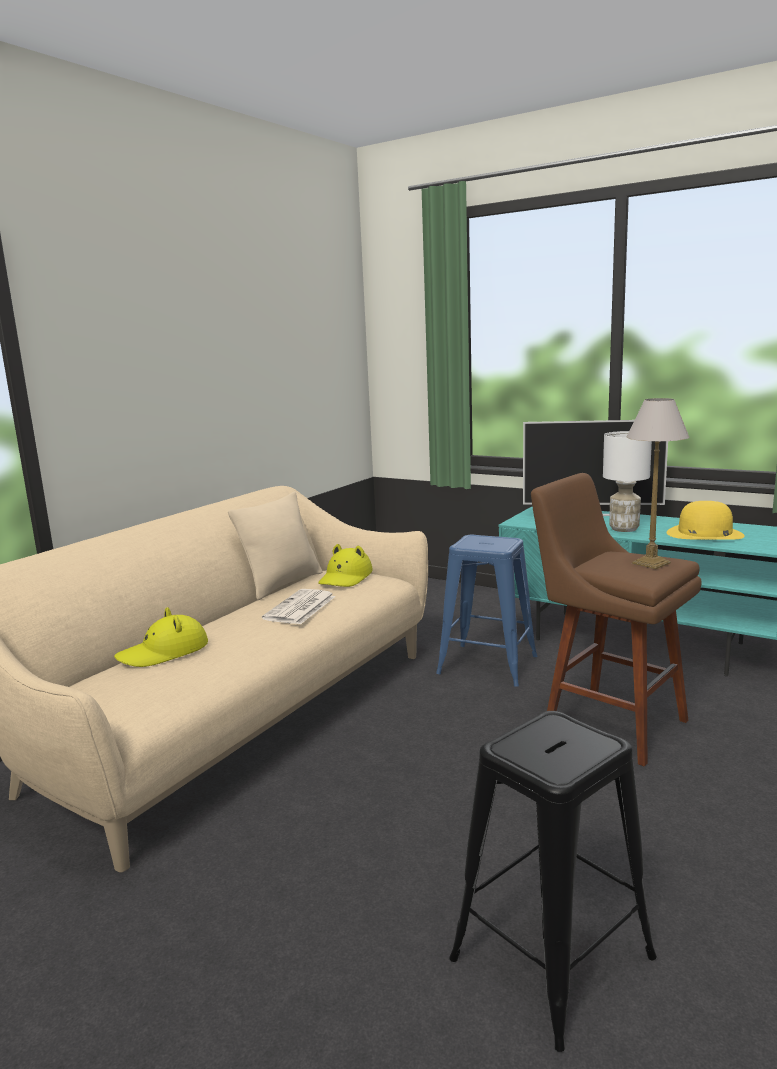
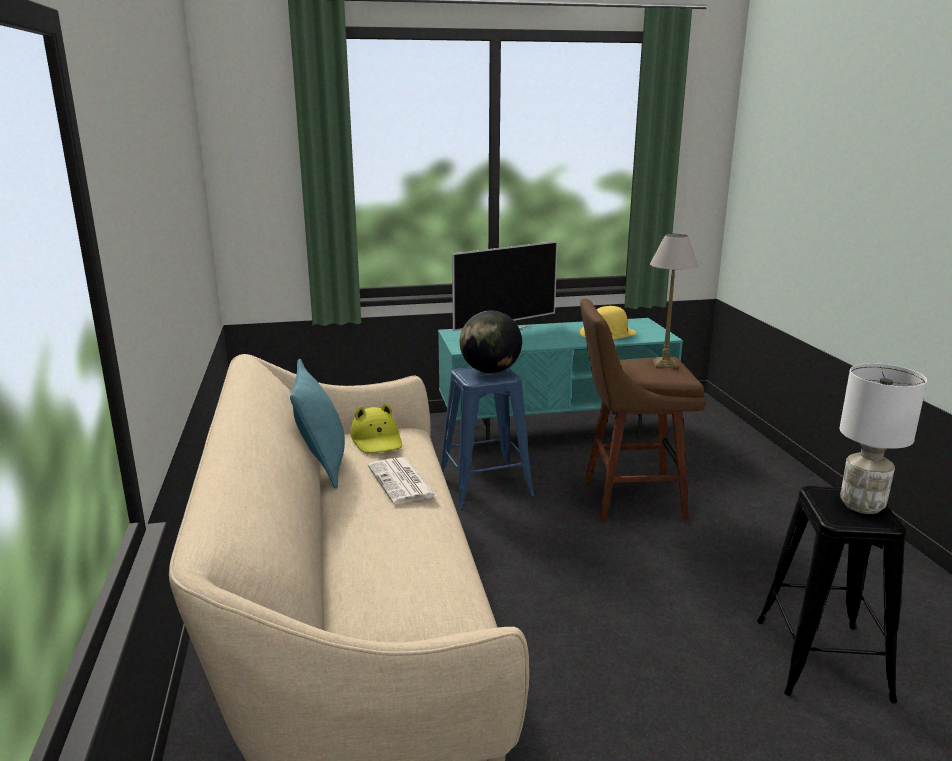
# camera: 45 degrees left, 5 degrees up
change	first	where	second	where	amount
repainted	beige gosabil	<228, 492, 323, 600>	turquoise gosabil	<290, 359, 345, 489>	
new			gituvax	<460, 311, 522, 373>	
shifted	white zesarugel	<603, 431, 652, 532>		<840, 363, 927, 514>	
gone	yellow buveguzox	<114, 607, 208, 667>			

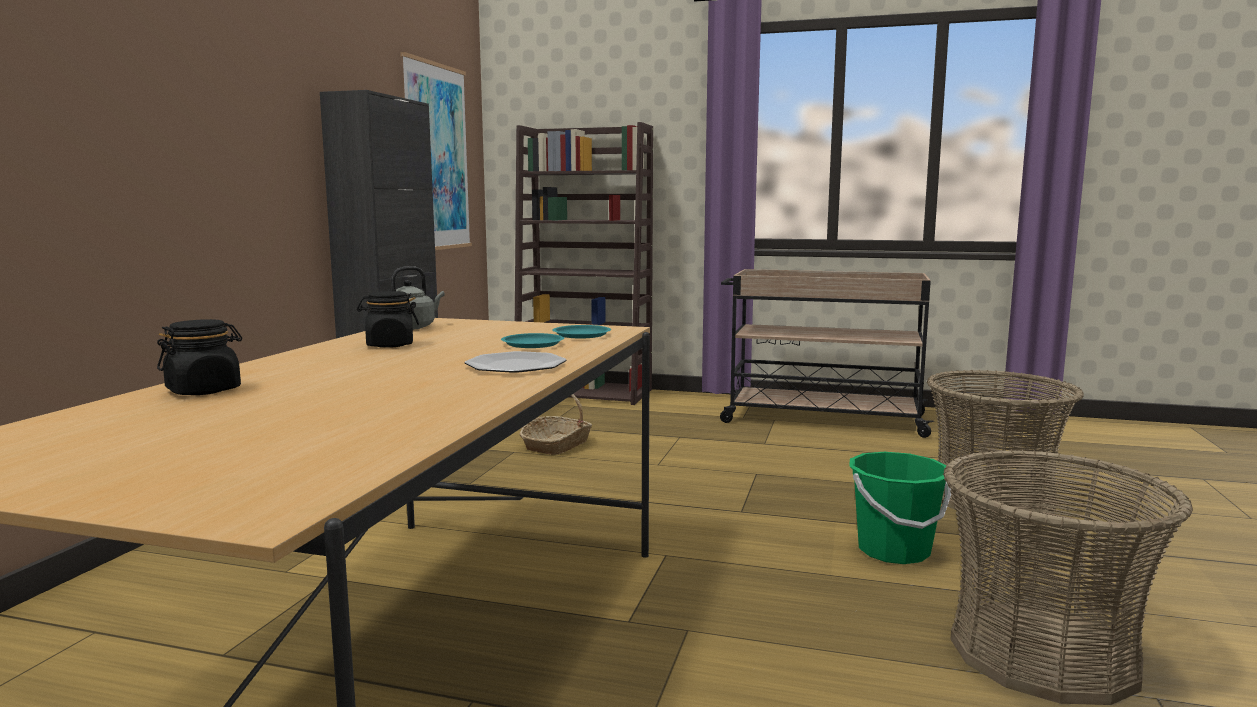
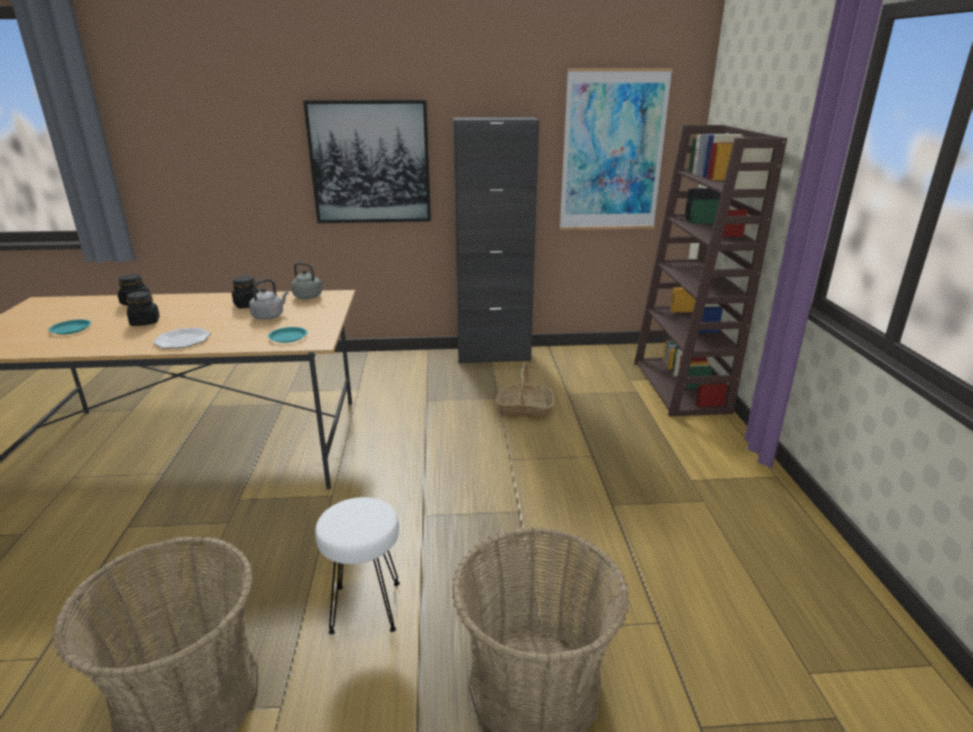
# camera: 70 degrees right, 15 degrees up
change	first	where	second	where	amount
shifted	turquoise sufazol	<501, 333, 564, 348>		<49, 319, 91, 334>	
new			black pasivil	<126, 291, 160, 326>	
new			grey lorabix	<249, 279, 289, 320>	
new			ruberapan	<303, 100, 431, 223>	
swapped	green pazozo	<849, 452, 951, 564>	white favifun	<315, 497, 400, 635>	
gone	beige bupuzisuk	<720, 269, 934, 438>			

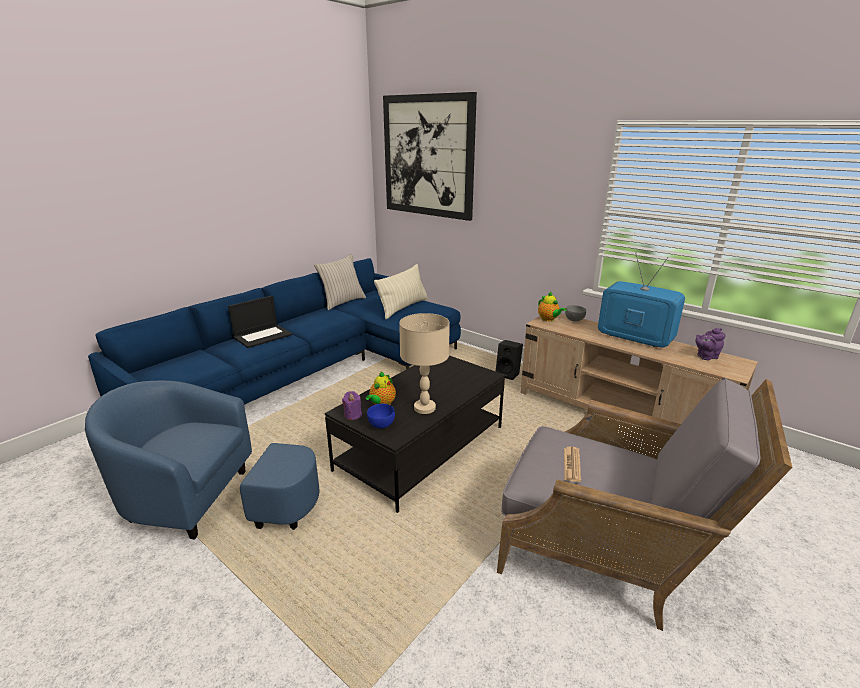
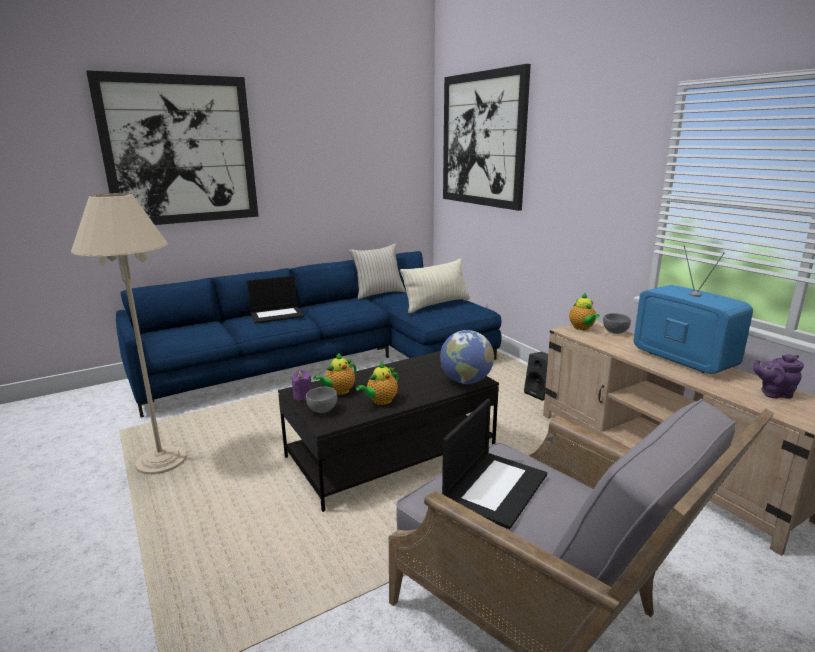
# camera: 20 degrees right, 5 degrees down
change	first	where	second	where	amount
swapped	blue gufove	<85, 381, 319, 539>	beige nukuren	<71, 193, 187, 475>	
new			ruberapan	<86, 70, 258, 225>	
repainted	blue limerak	<367, 404, 395, 428>	grey limerak	<306, 387, 337, 413>	
swapped	beige zesarugel	<399, 313, 450, 414>	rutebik	<356, 362, 398, 405>	
new			gituvax	<440, 330, 494, 384>	
swapped	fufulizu	<564, 447, 581, 482>	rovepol	<442, 399, 547, 529>	

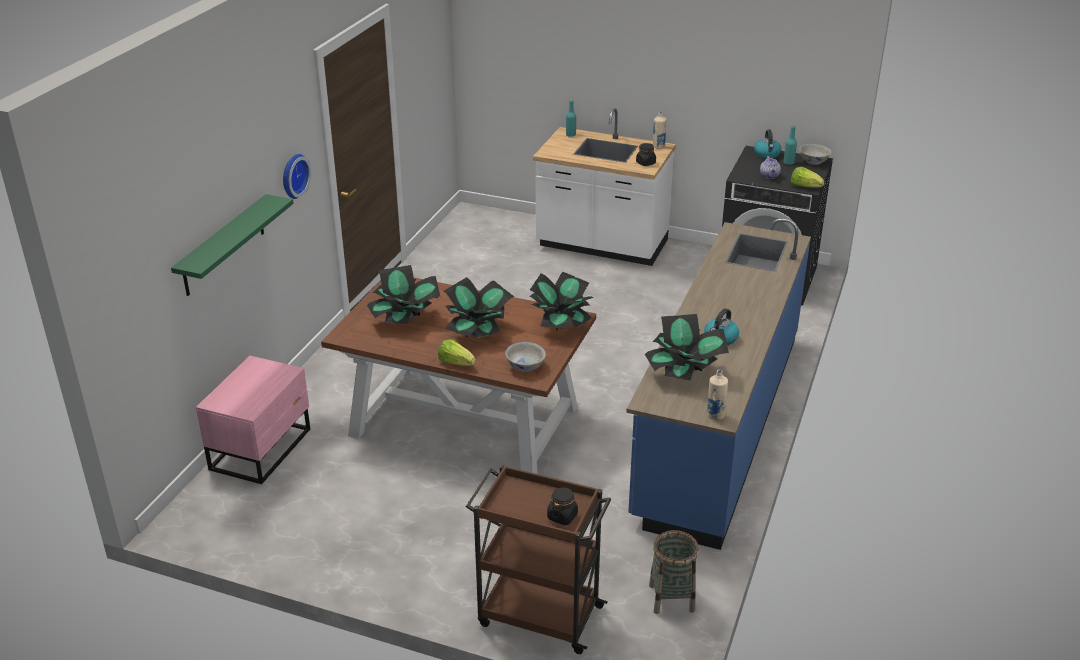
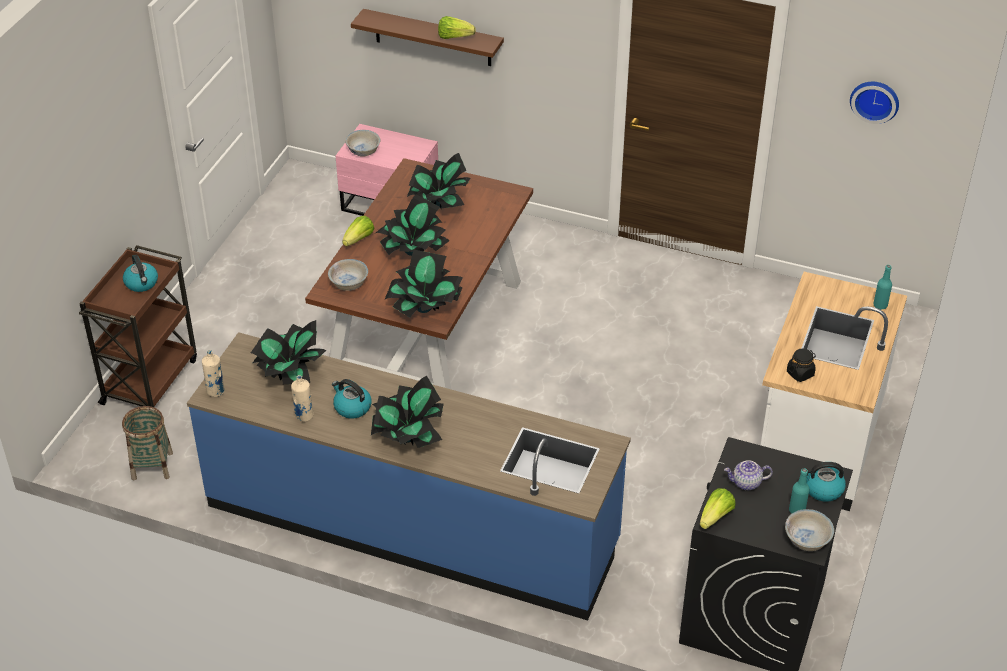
# camera: 90 degrees right, 10 degrees up
change	first	where	second	where	amount
new			lorabix	<123, 254, 158, 292>	
shifted	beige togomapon	<653, 111, 667, 149>		<291, 375, 314, 422>	
new			white limerak	<345, 130, 381, 157>	
repainted	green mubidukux	<171, 194, 294, 296>	brown mubidukux	<351, 9, 504, 66>	
new			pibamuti	<371, 376, 444, 448>	
new			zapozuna	<438, 16, 476, 39>	
shifted	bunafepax	<283, 154, 311, 199>		<850, 82, 899, 124>	
gone	black pasivil	<547, 487, 578, 525>			

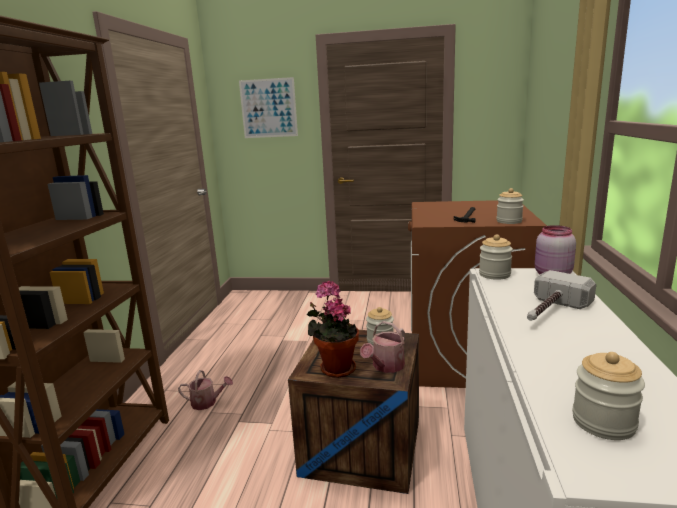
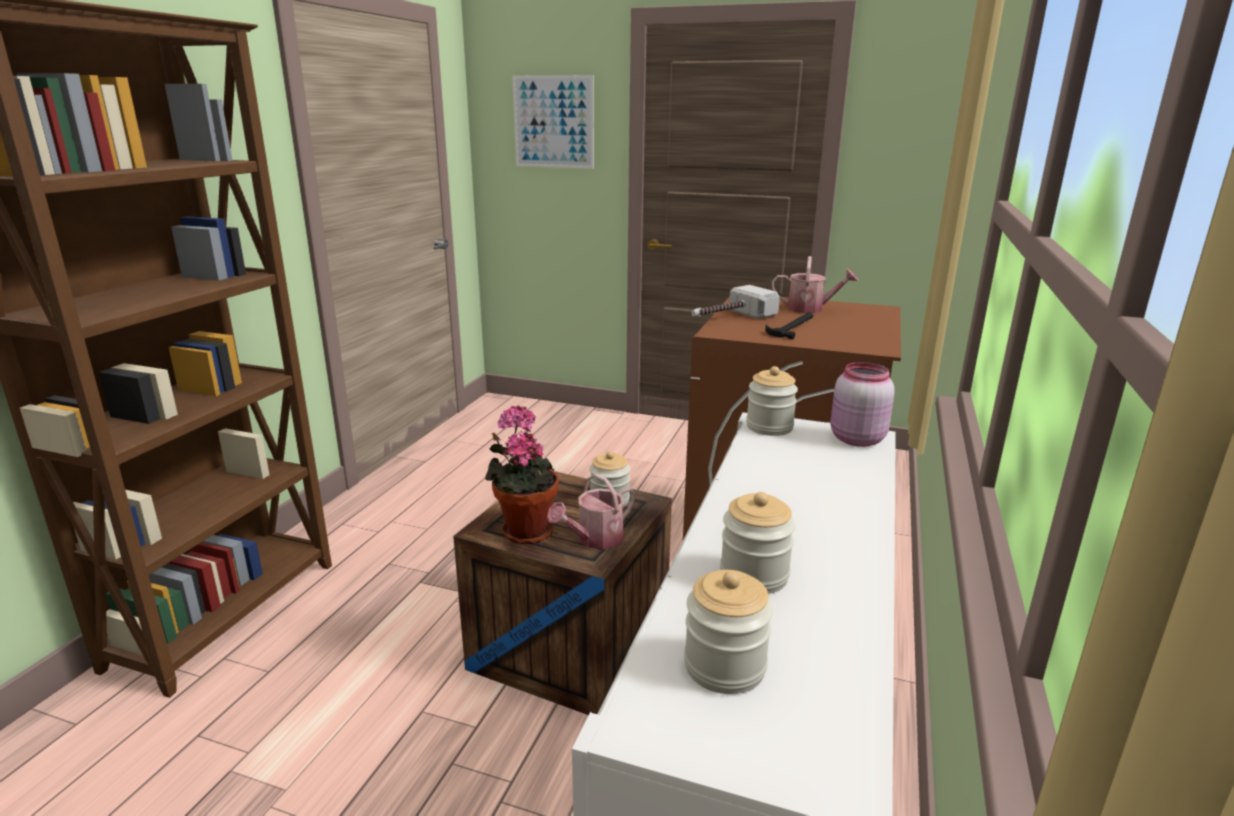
# camera: 10 degrees right, 5 degrees up
change	first	where	second	where	amount
shifted	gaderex	<527, 270, 596, 321>		<691, 285, 780, 319>	
shifted	pasivil	<496, 188, 524, 224>		<720, 492, 795, 594>	
shifted	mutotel	<178, 370, 233, 410>		<772, 256, 858, 313>	

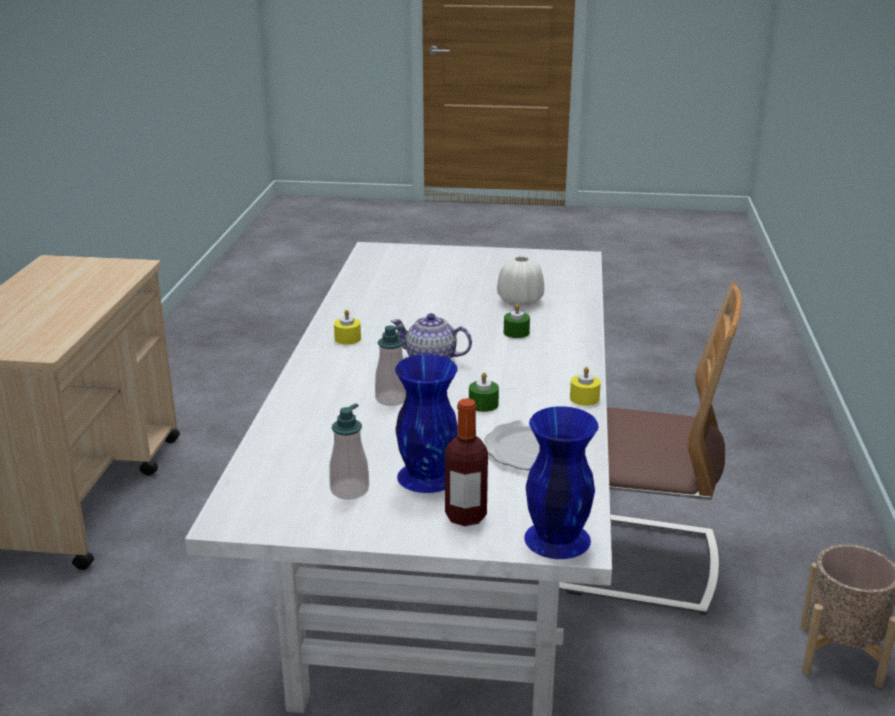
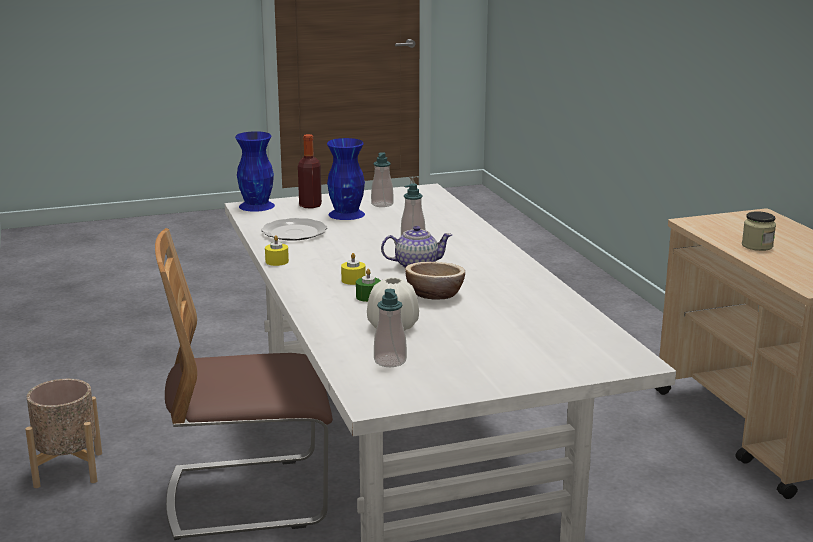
# camera: 155 degrees right, 5 degrees down
change	first	where	second	where	amount
shifted	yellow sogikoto	<334, 310, 361, 345>		<341, 253, 366, 285>	
new			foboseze	<374, 289, 407, 367>	
new			limerak	<405, 262, 465, 300>	
new			pasivil	<742, 211, 776, 251>	
gone	green sogikoto	<469, 372, 499, 412>			

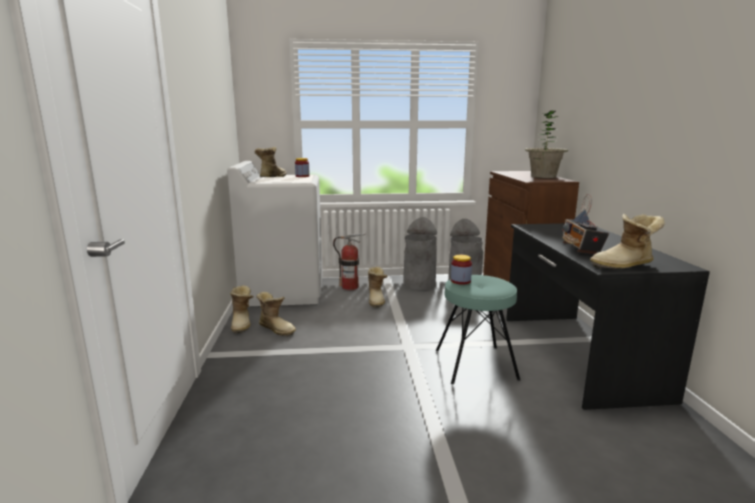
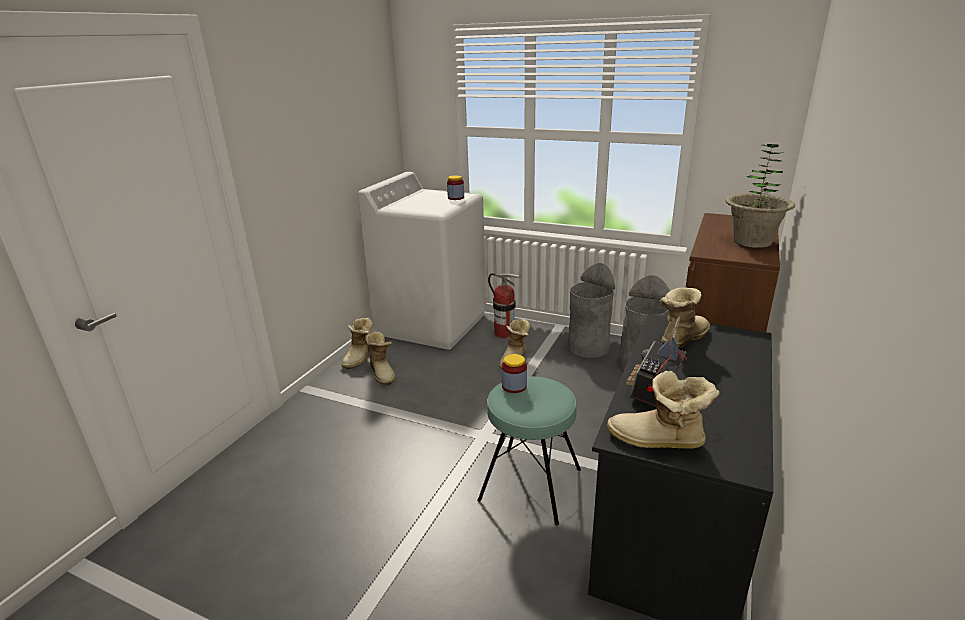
# camera: 30 degrees right, 10 degrees up
change	first	where	second	where	amount
shifted	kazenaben	<255, 147, 287, 177>		<659, 287, 710, 348>	

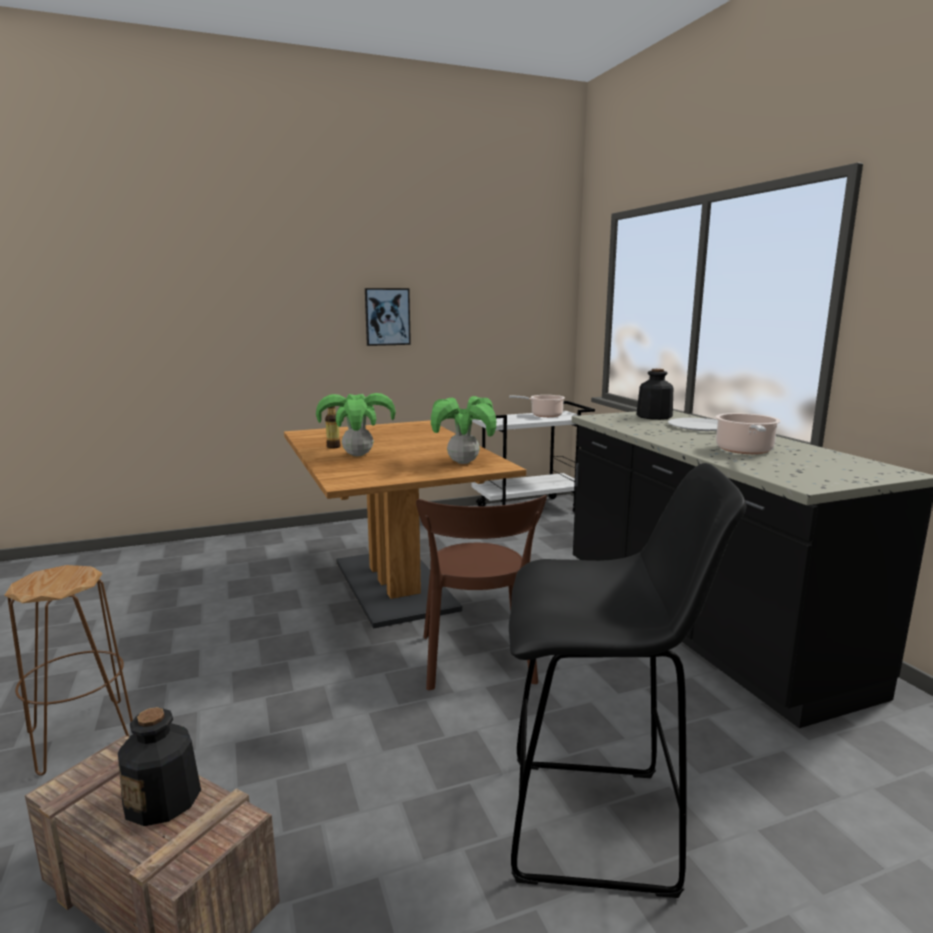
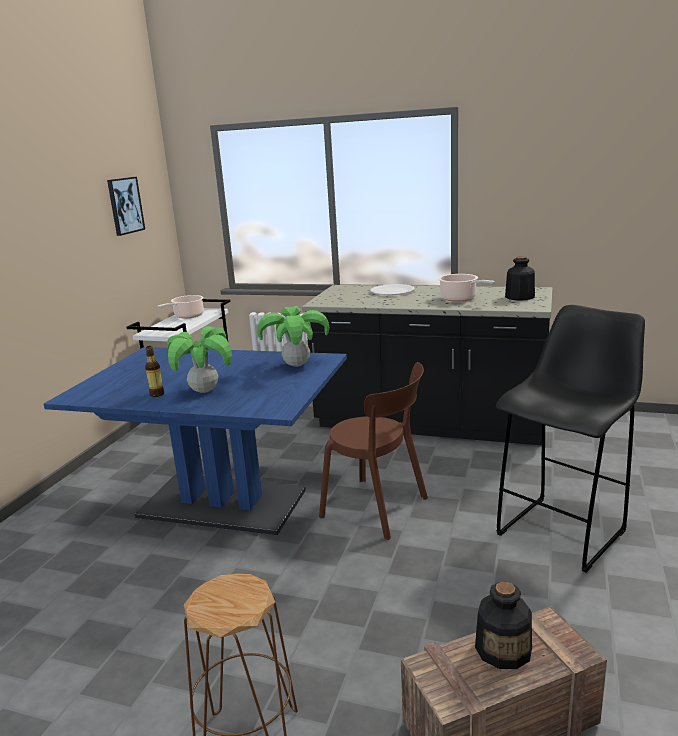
# camera: 50 degrees left, 5 degrees up
change	first	where	second	where	amount
repainted	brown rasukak	<284, 420, 526, 629>	blue rasukak	<44, 347, 347, 535>	
shifted	ruberapan	<365, 288, 411, 346>		<107, 177, 145, 236>	
shifted	togomapon	<636, 369, 673, 420>		<505, 256, 535, 301>	

